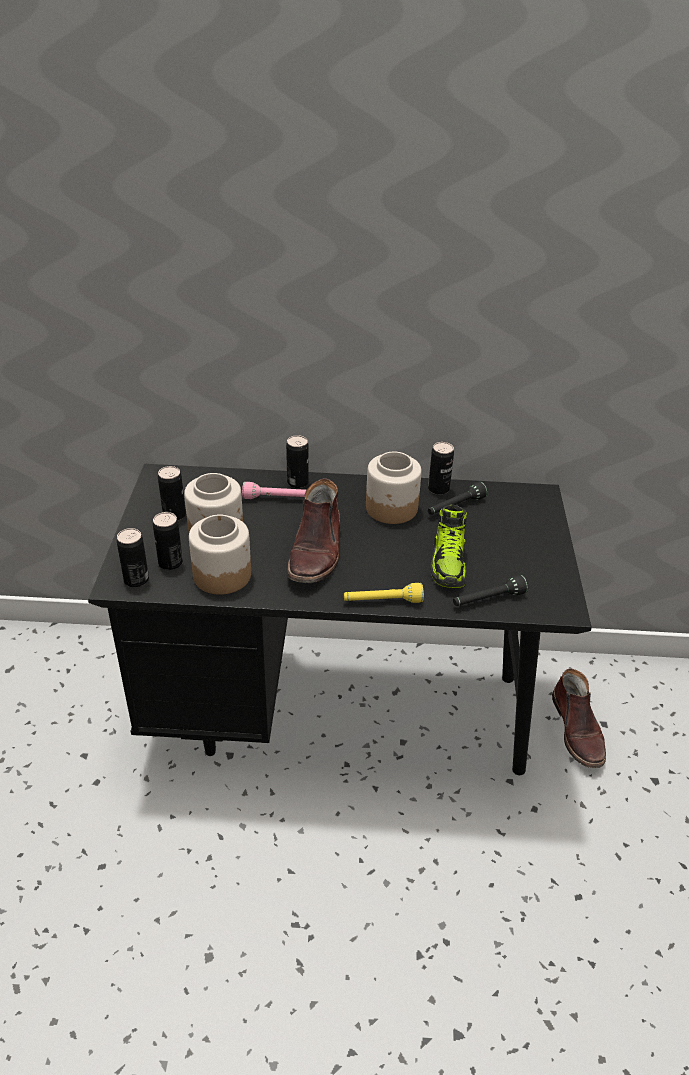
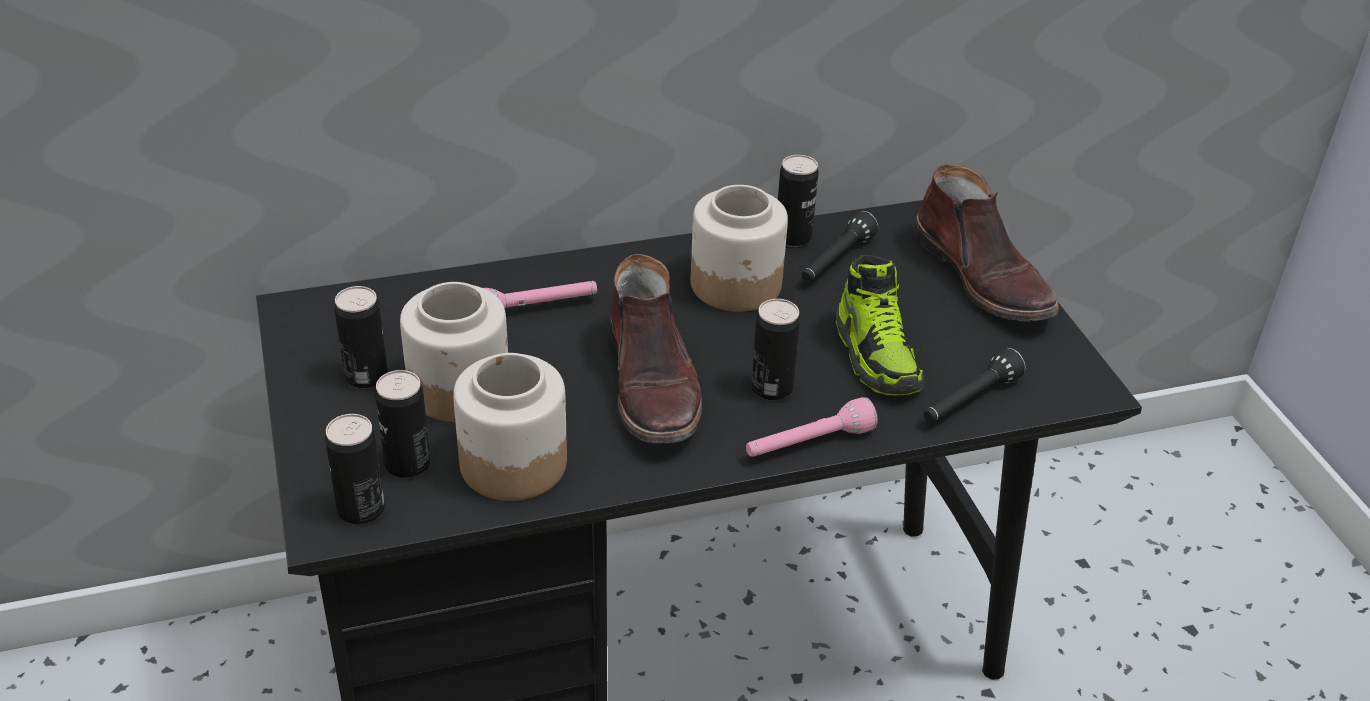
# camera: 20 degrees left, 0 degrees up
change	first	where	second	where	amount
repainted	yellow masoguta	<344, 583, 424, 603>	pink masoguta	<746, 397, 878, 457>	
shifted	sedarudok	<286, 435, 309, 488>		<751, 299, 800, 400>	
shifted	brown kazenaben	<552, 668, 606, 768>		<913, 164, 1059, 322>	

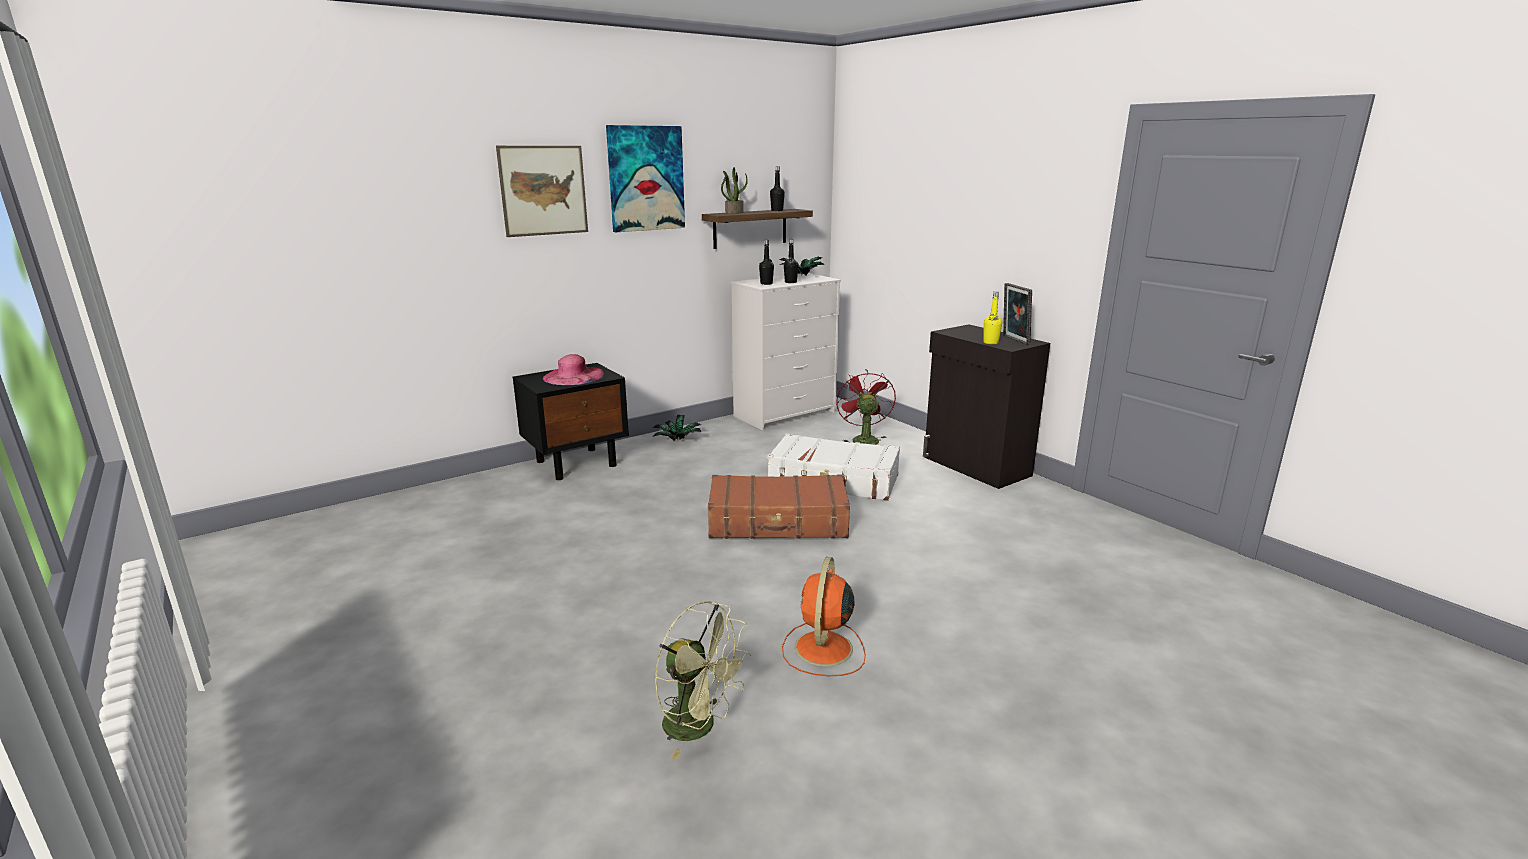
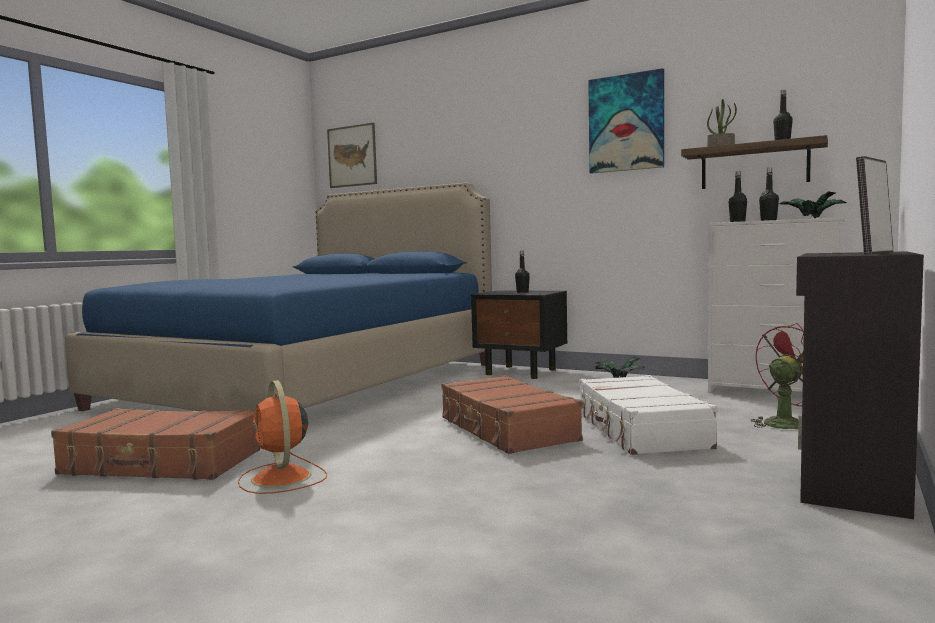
# camera: 65 degrees right, 15 degrees down
change	first	where	second	where	amount
swapped	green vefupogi	<654, 601, 751, 759>	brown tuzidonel	<51, 408, 260, 480>	
new			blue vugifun	<65, 183, 492, 411>	
rotated	orange vefupogi	<782, 557, 866, 676>		<238, 380, 327, 494>	105 degrees counterclockwise
shifted	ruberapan	<496, 146, 588, 237>		<327, 123, 377, 188>	
swapped	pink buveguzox	<543, 354, 604, 385>	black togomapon	<515, 251, 530, 293>	
gone	yellow togomapon	<983, 291, 1002, 344>			

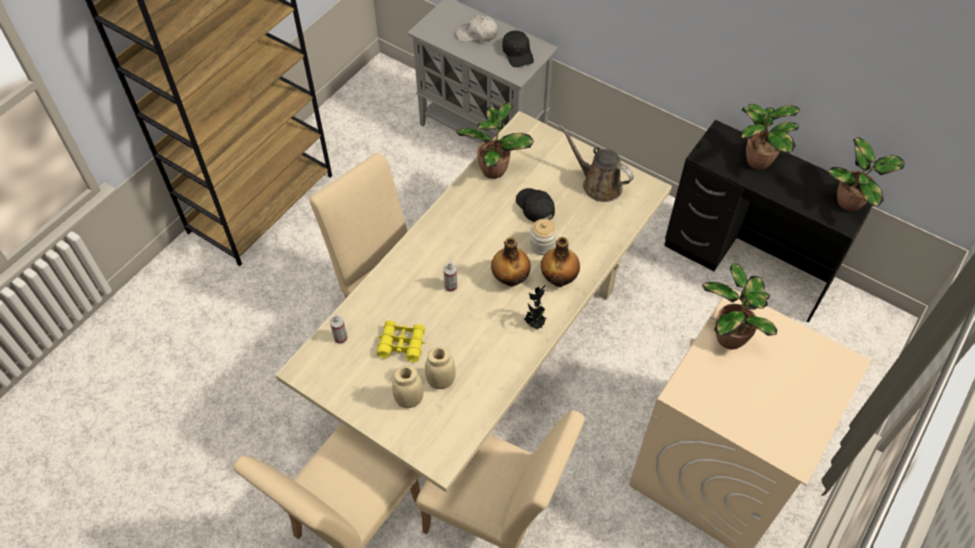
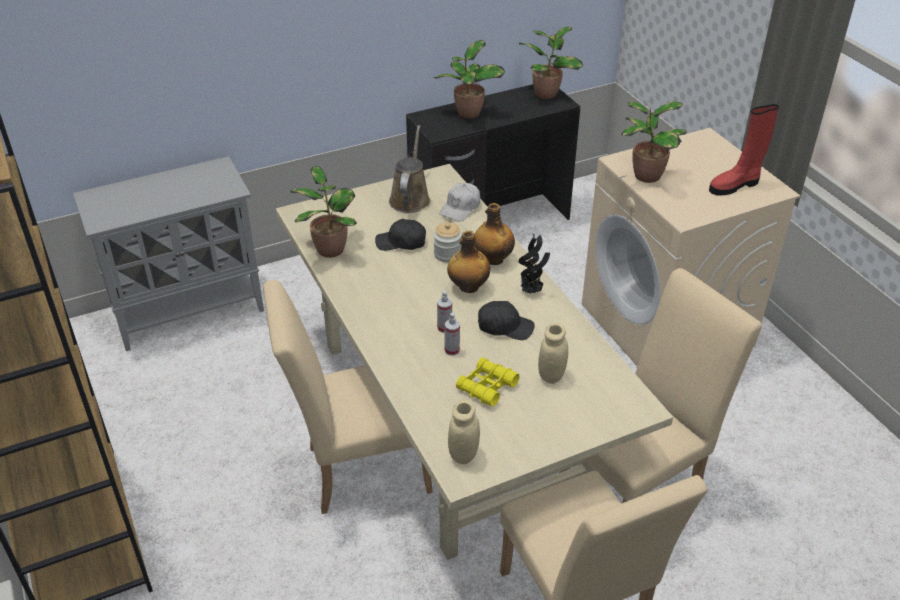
# camera: 60 degrees left, 15 degrees down
change	first	where	second	where	amount
rotated	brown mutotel	<560, 125, 634, 202>		<389, 125, 430, 213>	120 degrees clockwise
shifted	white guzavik	<456, 15, 497, 42>		<440, 183, 480, 222>	
shifted	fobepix	<330, 313, 348, 344>		<444, 313, 460, 356>	
shifted	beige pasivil	<392, 366, 424, 408>		<448, 400, 480, 464>	
shifted	black guzavik	<502, 31, 534, 67>		<478, 301, 535, 340>	
new			red kazenaben	<709, 104, 779, 196>	

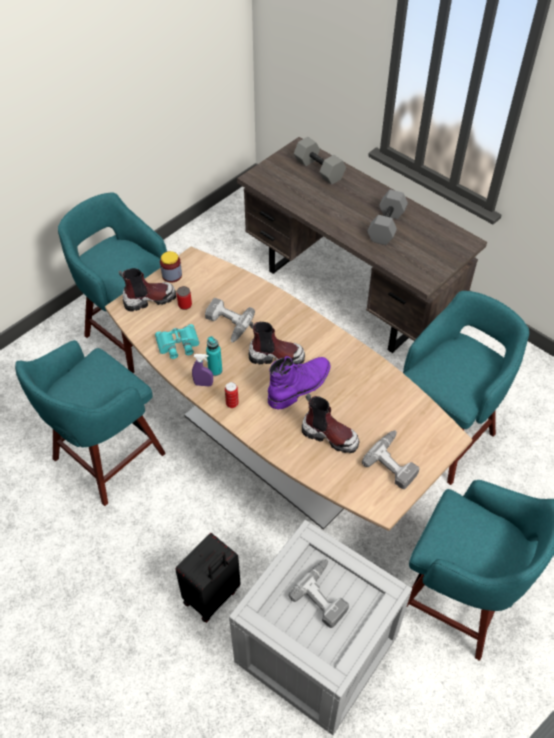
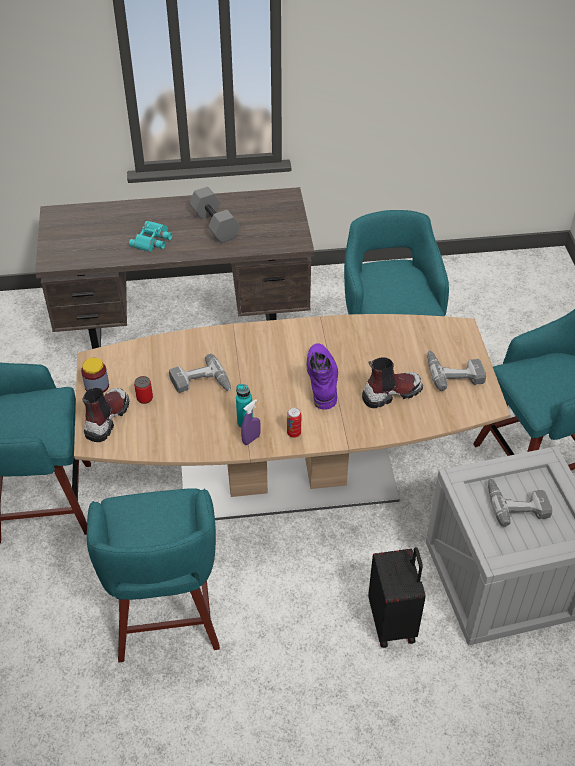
# camera: 50 degrees left, 5 degrees down
change	first	where	second	where	amount
shifted	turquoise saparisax	<155, 324, 200, 359>		<129, 221, 172, 252>	
gone	kazenaben	<248, 321, 305, 364>			
gone	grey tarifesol	<294, 137, 346, 185>			

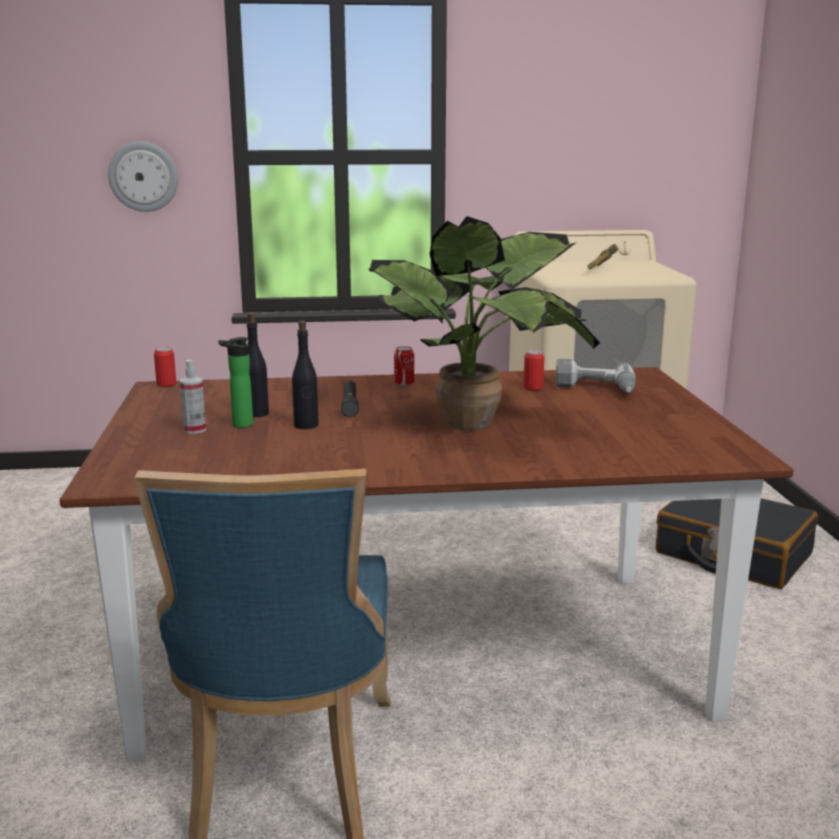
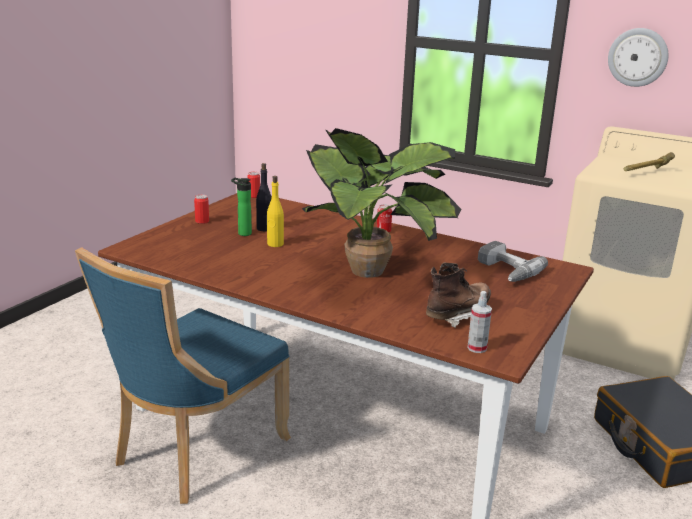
# camera: 35 degrees right, 5 degrees up
change	first	where	second	where	amount
shifted	sedarudok	<523, 350, 544, 391>		<194, 195, 209, 224>	
repainted	black togomapon	<292, 321, 319, 429>	yellow togomapon	<267, 176, 284, 247>	
new			brown kazenaben	<426, 263, 491, 328>	
shifted	fobepix	<180, 360, 206, 434>		<467, 291, 492, 353>	
shifted	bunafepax	<108, 142, 178, 212>		<608, 28, 668, 87>	
gone	black masoguta	<342, 381, 359, 417>			

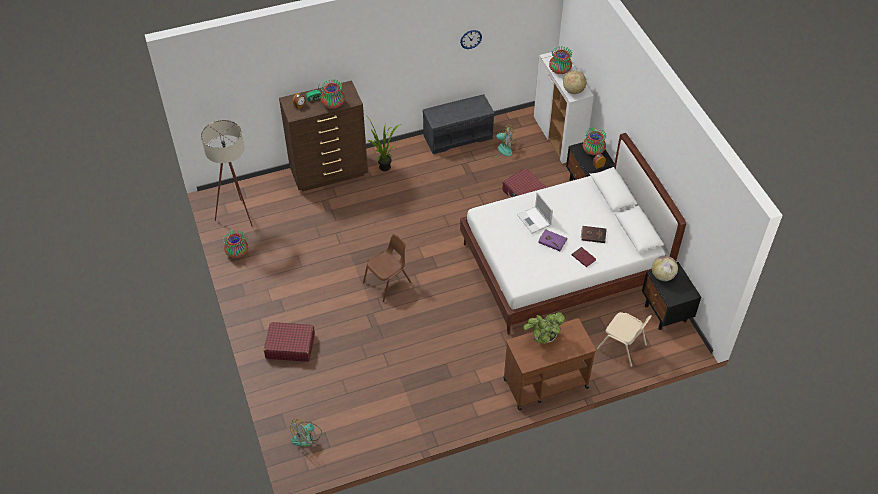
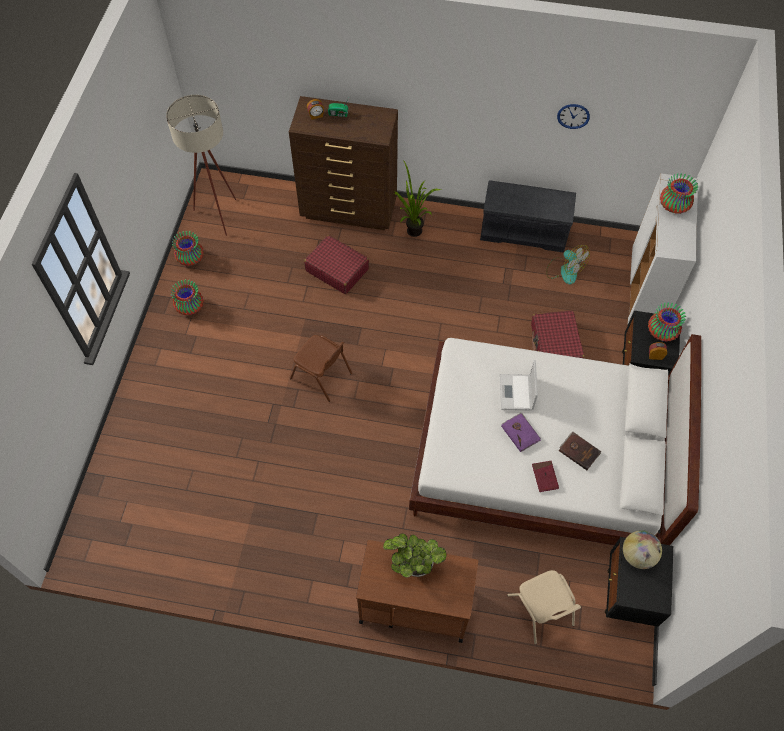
# camera: 30 degrees right, 10 degrees up
change	first	where	second	where	amount
shifted	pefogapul	<321, 79, 345, 109>		<170, 279, 204, 316>	
rotated	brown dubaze	<363, 234, 411, 302>		<290, 335, 352, 402>	45 degrees clockwise
shifted	red tuzidonel	<264, 322, 315, 362>		<304, 235, 369, 294>	
gone	vefupogi	<290, 419, 322, 447>			
gone	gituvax	<563, 71, 586, 94>			

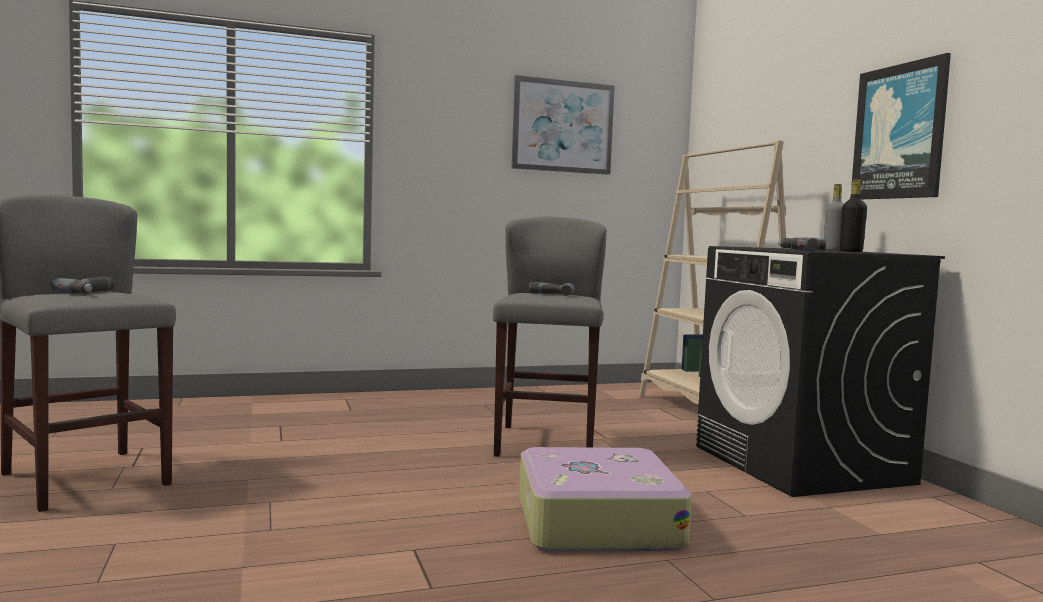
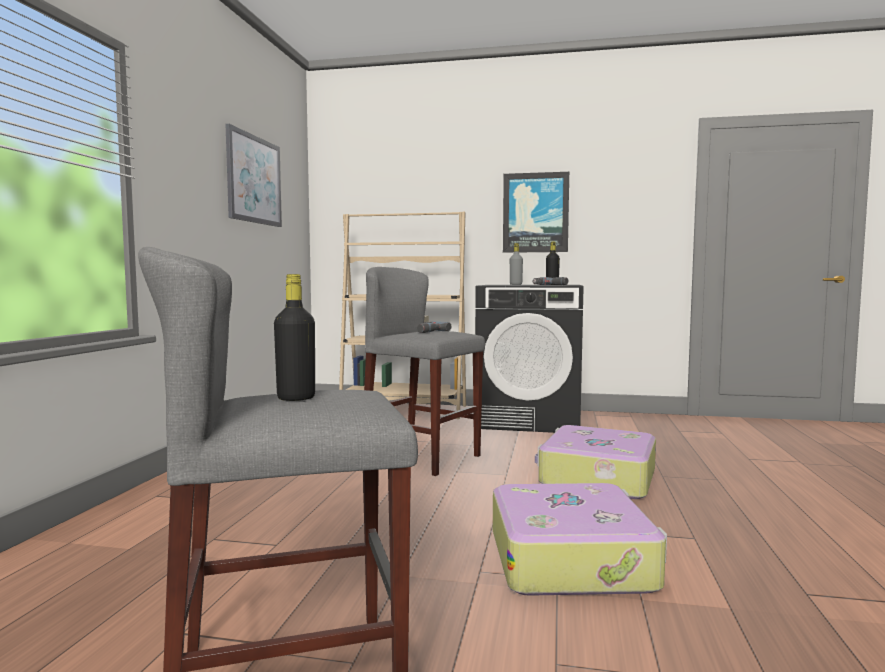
# camera: 60 degrees left, 0 degrees up
change	first	where	second	where	amount
swapped	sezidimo	<50, 277, 115, 294>	black togomapon	<274, 274, 315, 401>	
new			tuzidonel	<493, 483, 667, 596>	

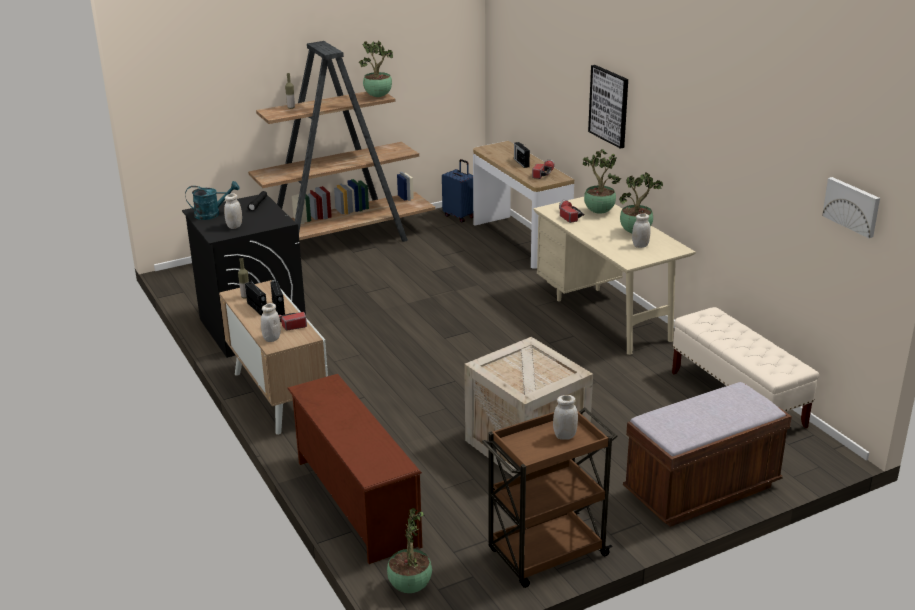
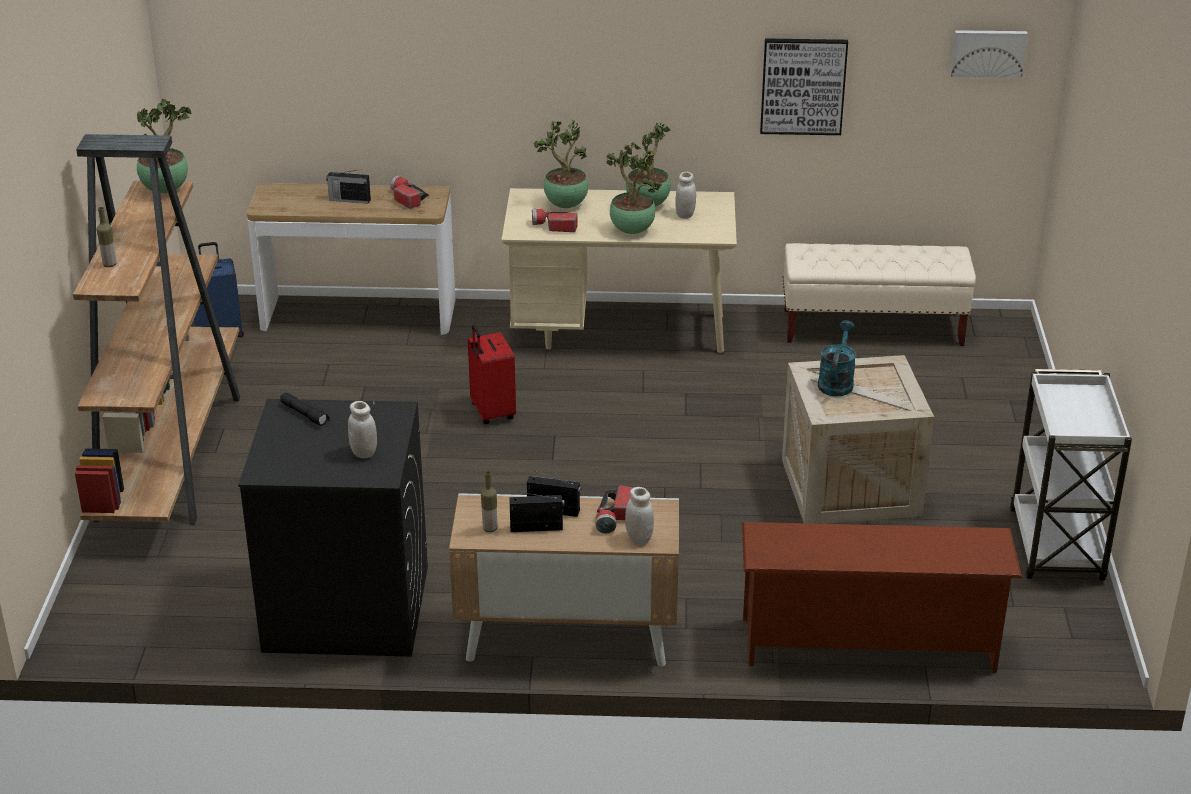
# camera: 60 degrees left, 5 degrees up
change	first	where	second	where	amount
new			red tuzidonel	<468, 325, 516, 424>	
shifted	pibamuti	<387, 508, 432, 593>		<606, 142, 662, 234>	
shifted	ruberapan	<588, 65, 628, 149>		<760, 38, 848, 135>	
shifted	turquoise mutotel	<185, 181, 240, 220>		<818, 320, 856, 397>	
repainted	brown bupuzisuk	<482, 406, 618, 588>	white bupuzisuk	<1010, 369, 1132, 580>	
gone	white pasivil	<553, 395, 578, 440>			
gone	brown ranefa	<623, 382, 792, 527>			

